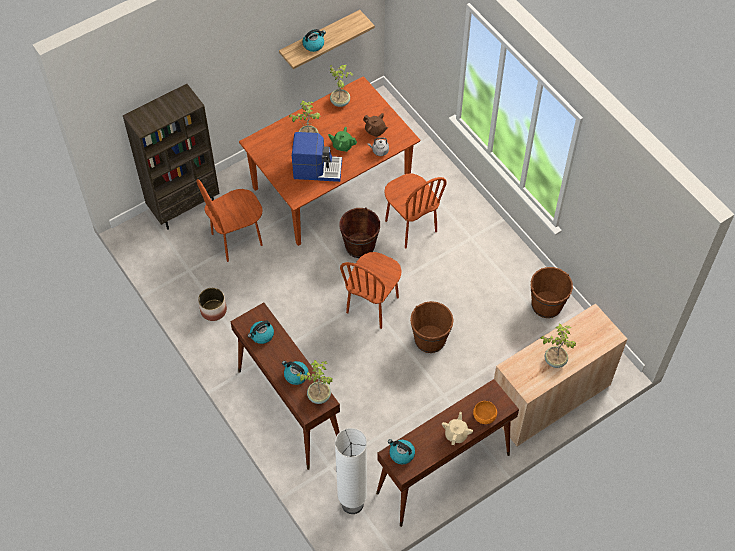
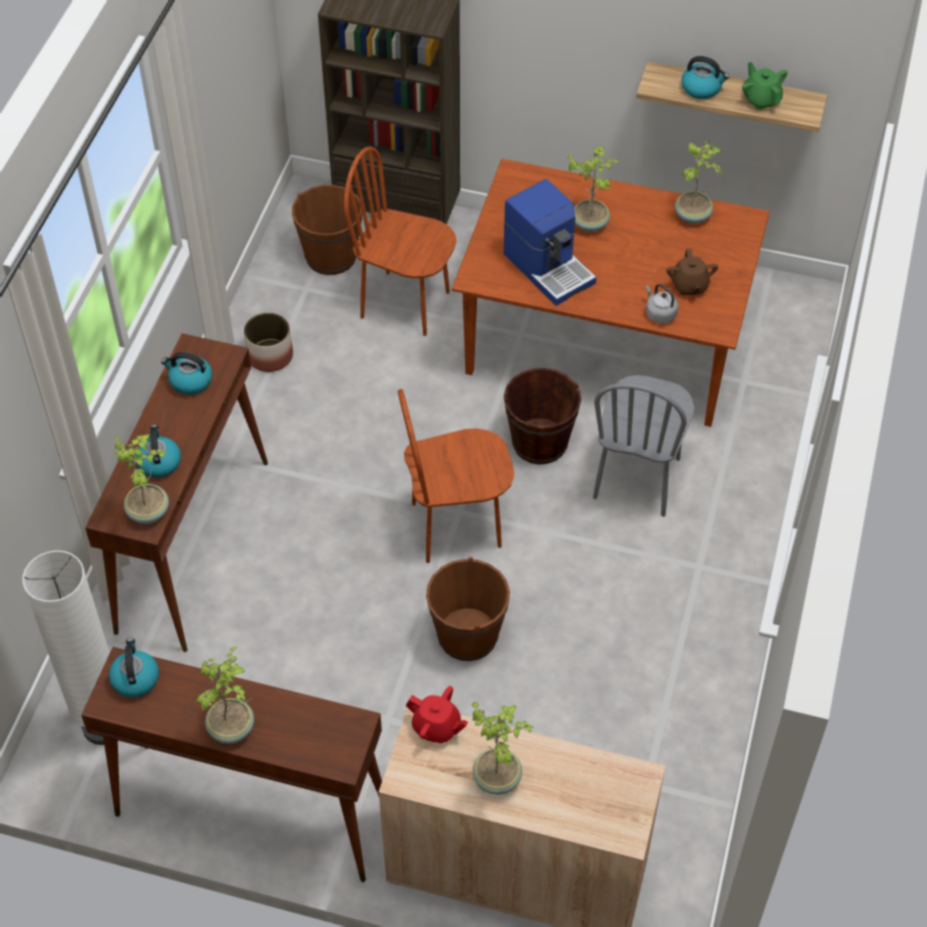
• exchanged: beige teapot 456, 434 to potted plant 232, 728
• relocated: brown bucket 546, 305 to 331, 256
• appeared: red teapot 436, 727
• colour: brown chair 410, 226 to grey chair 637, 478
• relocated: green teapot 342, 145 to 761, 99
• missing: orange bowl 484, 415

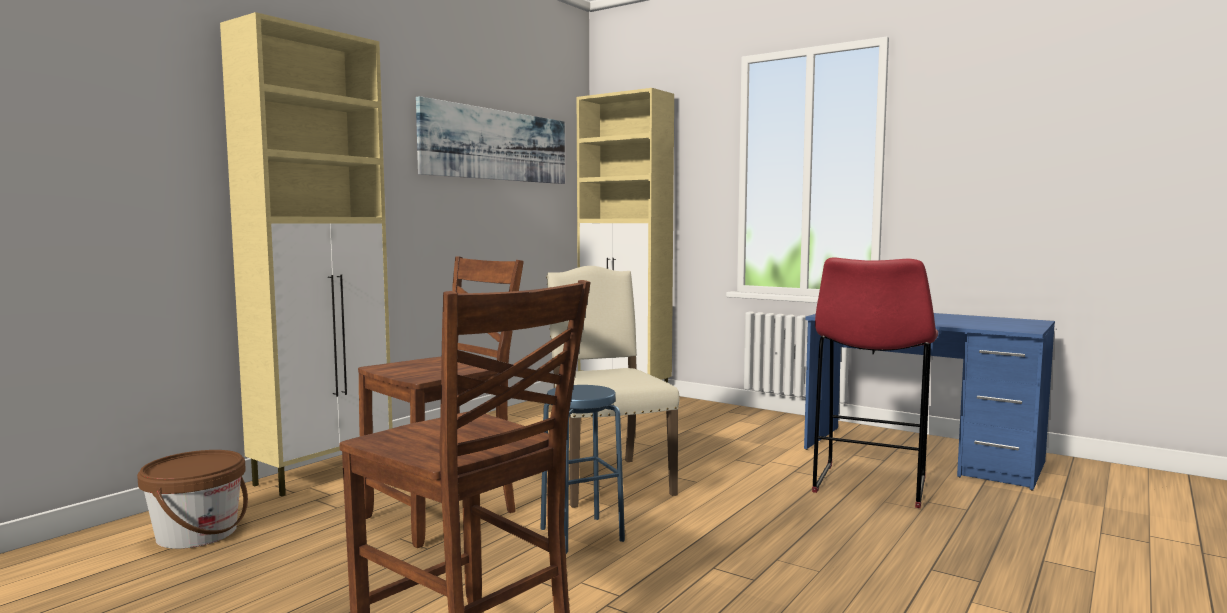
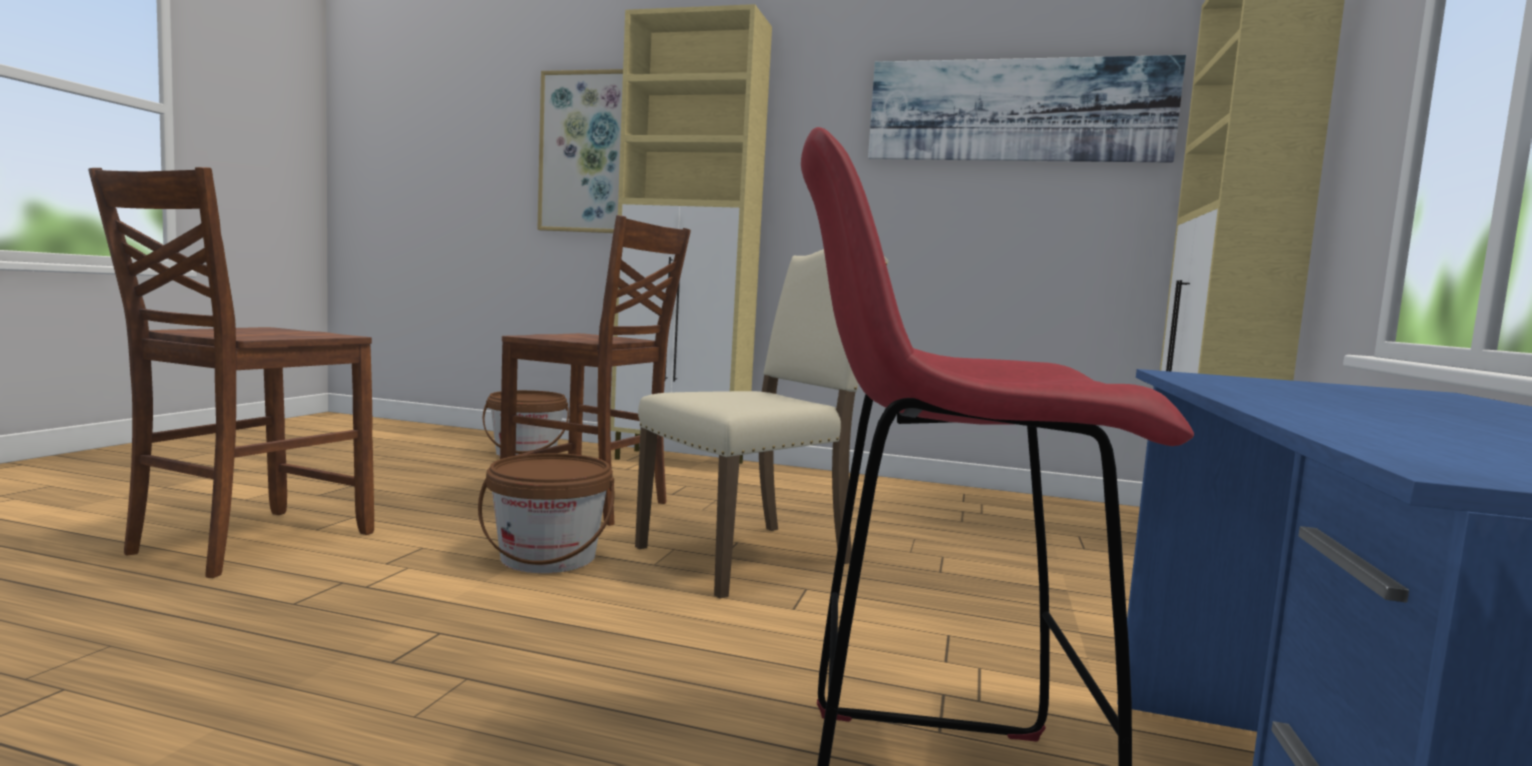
• exchanged: blue stool 581, 534 to brown bucket 548, 557
• appeared: picture 586, 152

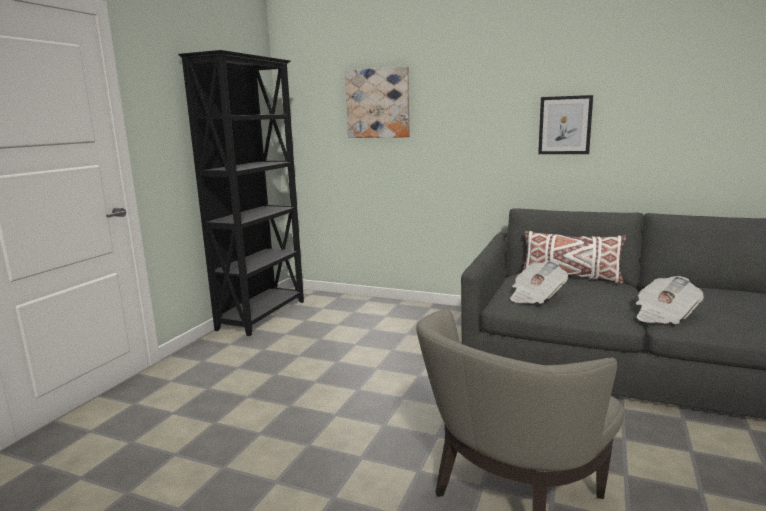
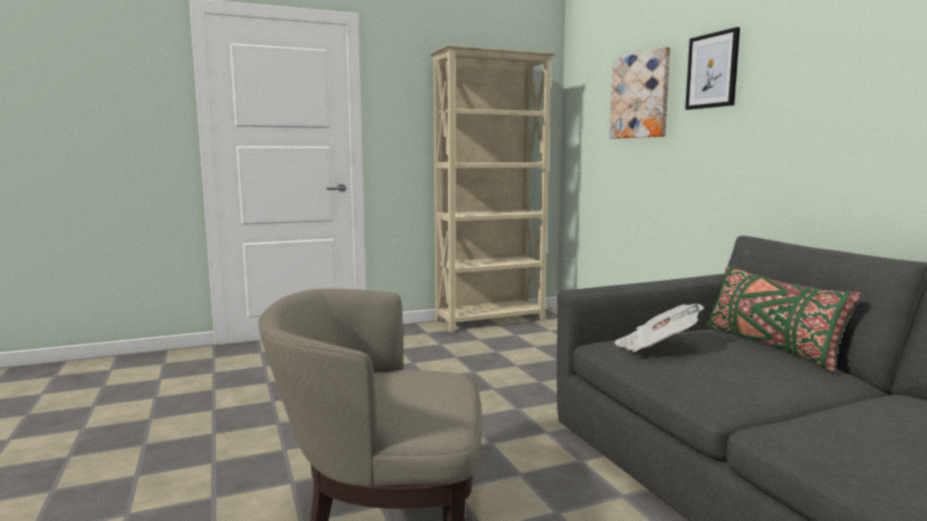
• colour: black bookcase 263, 315 to beige bookcase 491, 321
• relocated: picture 565, 125 to 712, 70
• colour: white pillow 570, 277 to green pillow 770, 346
• missing: newspaper 663, 316

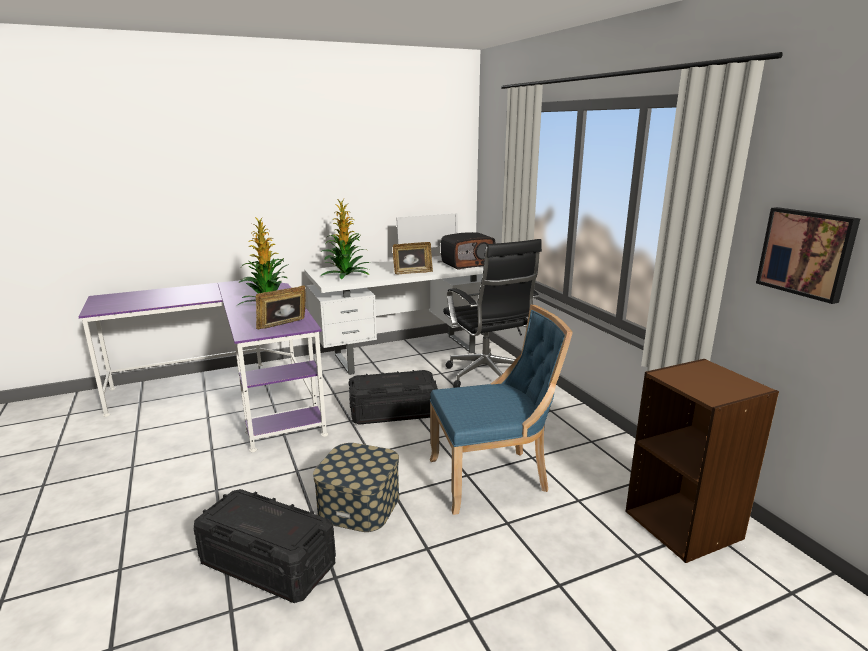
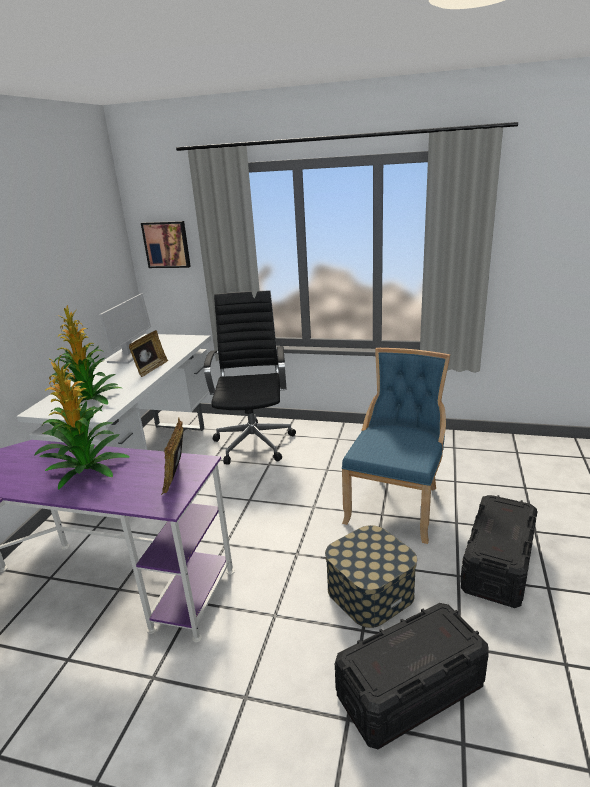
• relocated: picture 807, 253 to 167, 244
• spun: black office chair 487, 377 = 254, 441 105 degrees counterclockwise
• relocated: black storage box 393, 412 to 498, 564
• missing: radio 467, 264
• missing: brown bookcase 684, 524

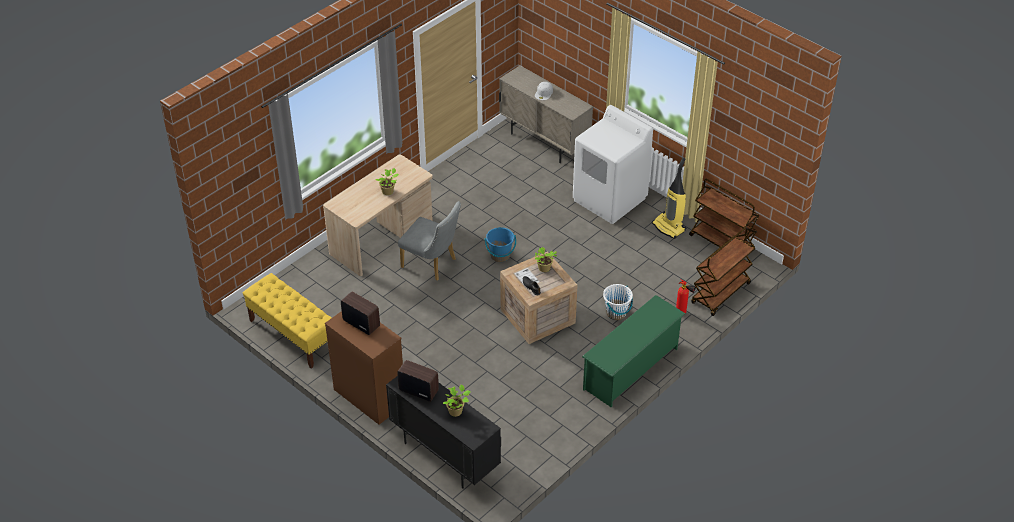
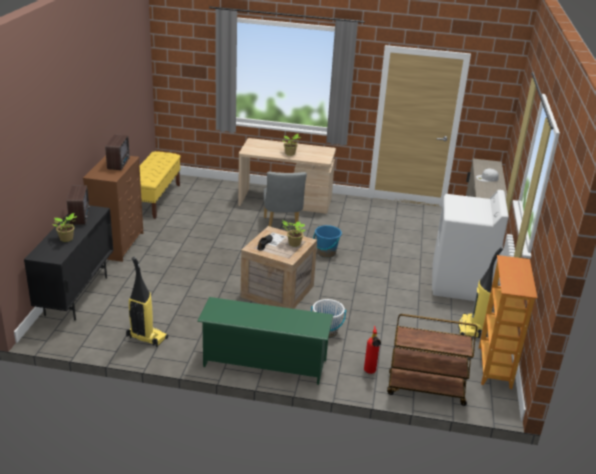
• appeared: vacuum cleaner 146, 338
• exchanged: brown cart 722, 243 to bookcase 495, 367

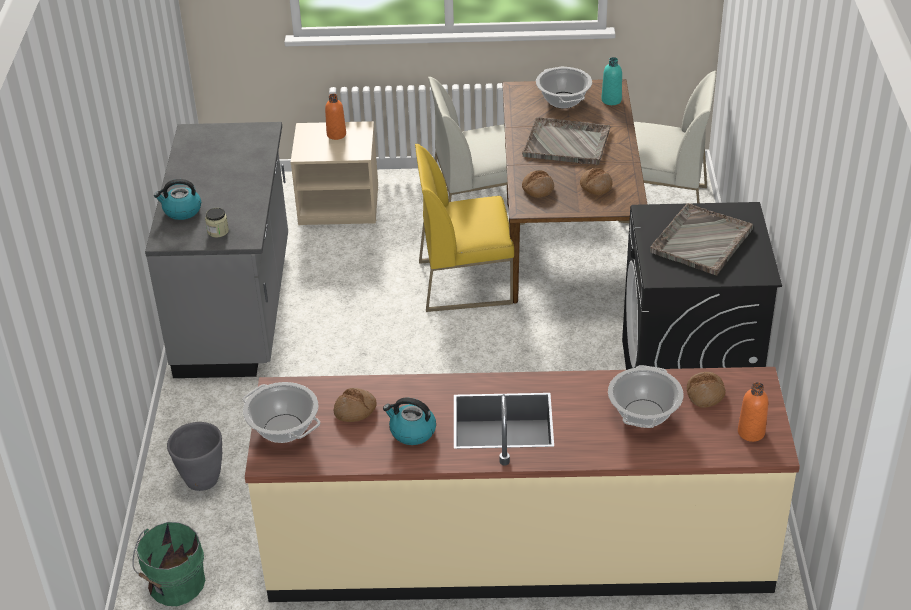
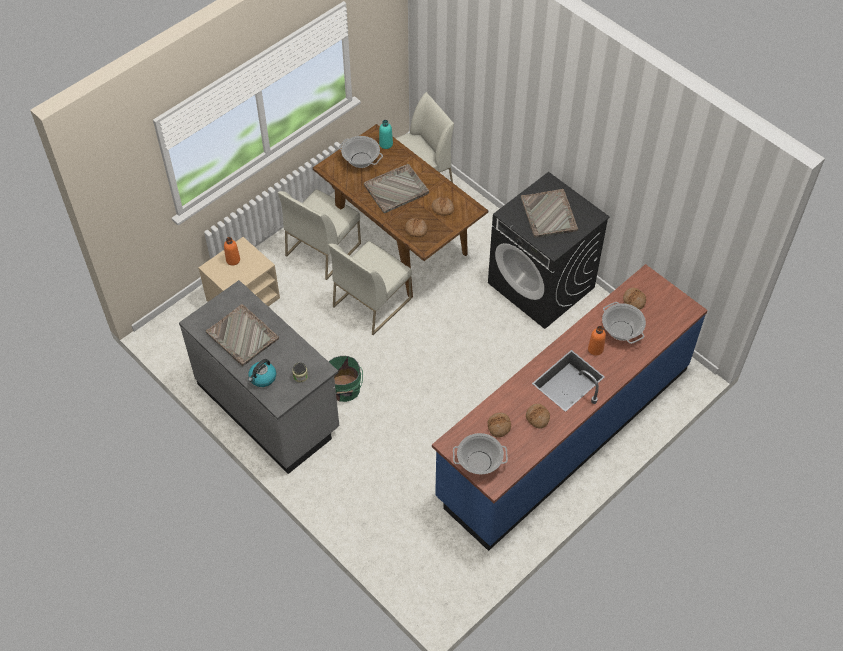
• appeared: grey tray 243, 336
• colour: yellow chair 465, 282 to white chair 372, 302
• relocated: green bucket 174, 585 to 344, 389
• colour: beige counter 518, 547 to blue counter 563, 432
• exchanged: kettle 412, 432 to bread 537, 417
• relocated: orange bottle 751, 432 to 595, 349
• missing: grey planter 201, 480

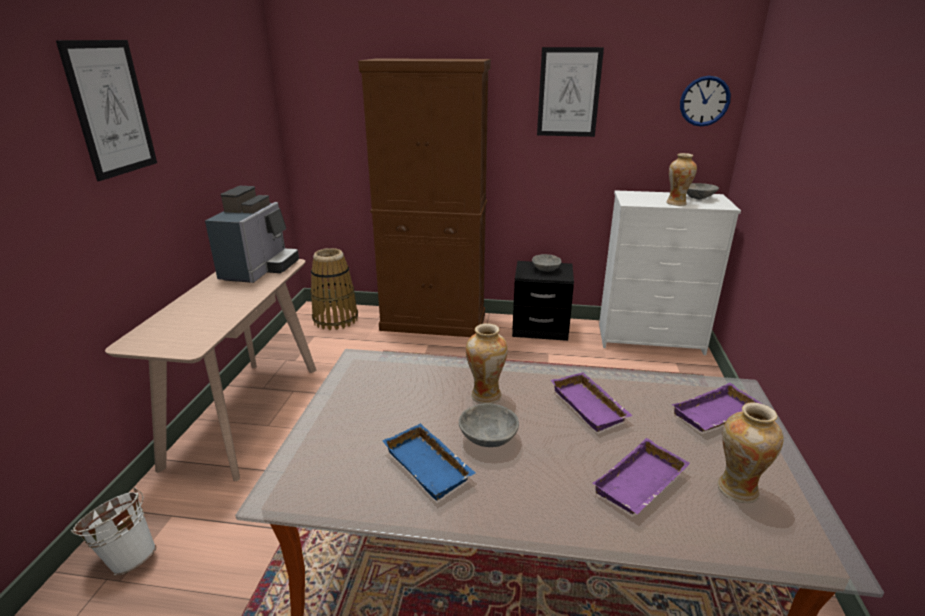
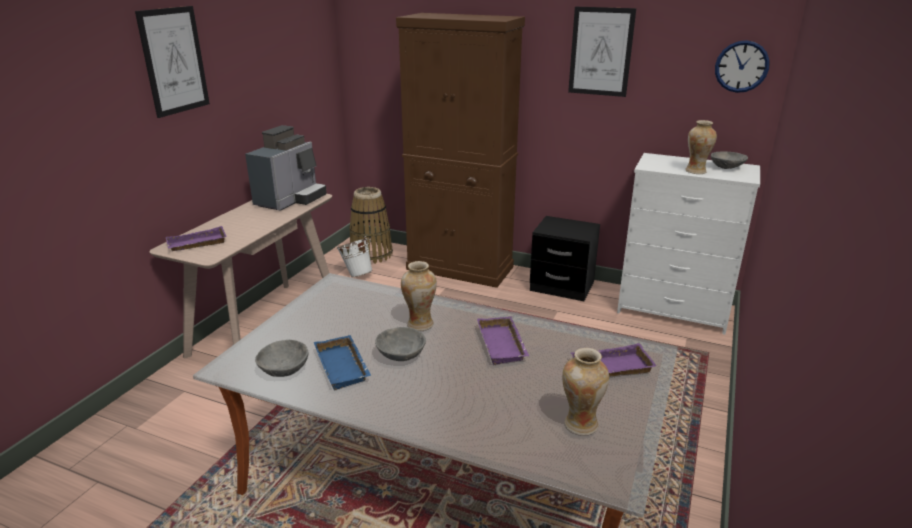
• relocated: purple tray 642, 485 to 196, 244
• relocated: grey bowl 545, 269 to 284, 369
• relocated: white bucket 127, 557 to 357, 274

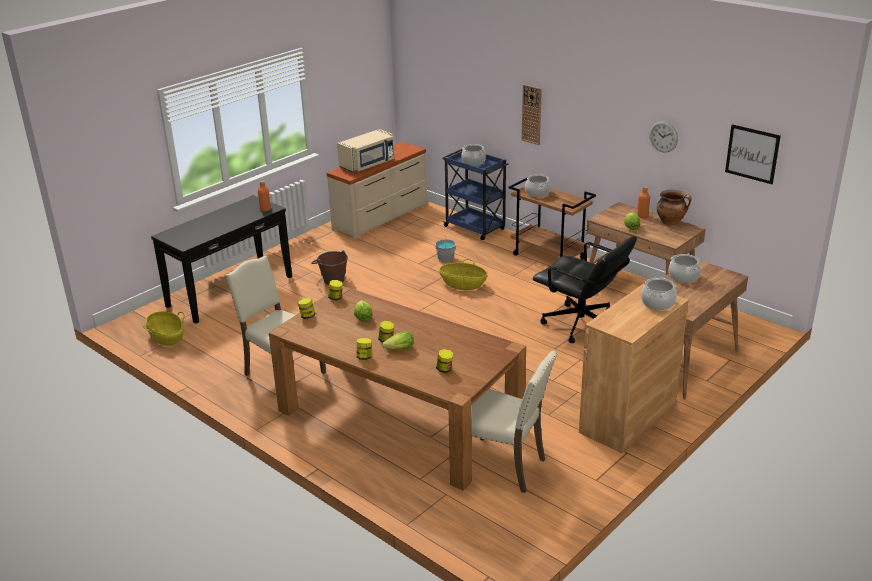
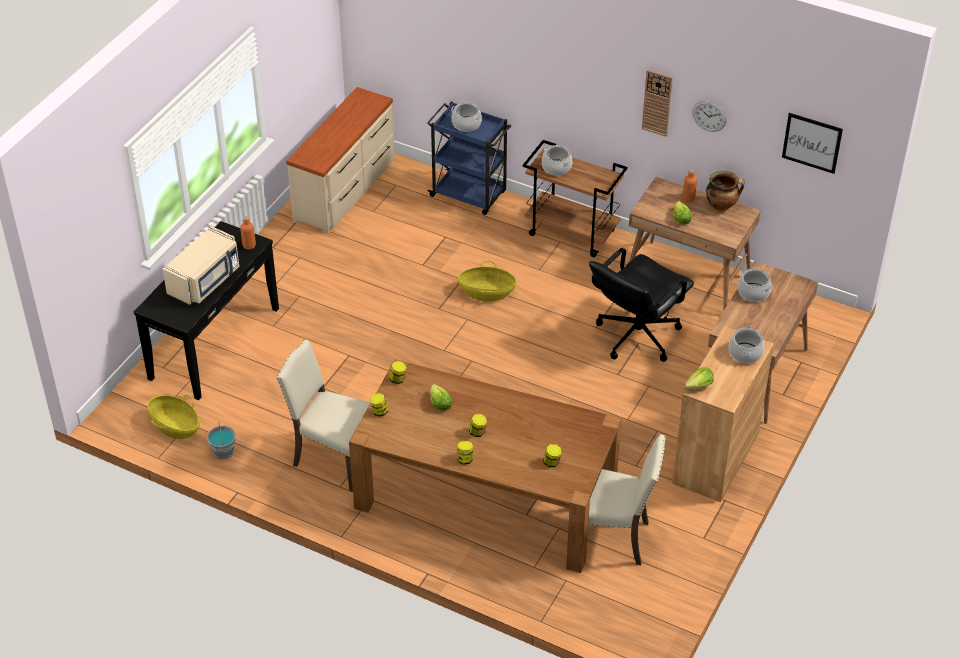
• relocated: beige microwave 368, 164 to 205, 281
• relocated: grey bucket 445, 259 to 223, 451
• spun: black office chair 581, 325 = 636, 335 105 degrees clockwise
• relocated: wall clock 531, 114 to 657, 102
• relocated: lettuce 400, 349 to 699, 386
• missing: brown bucket 331, 279

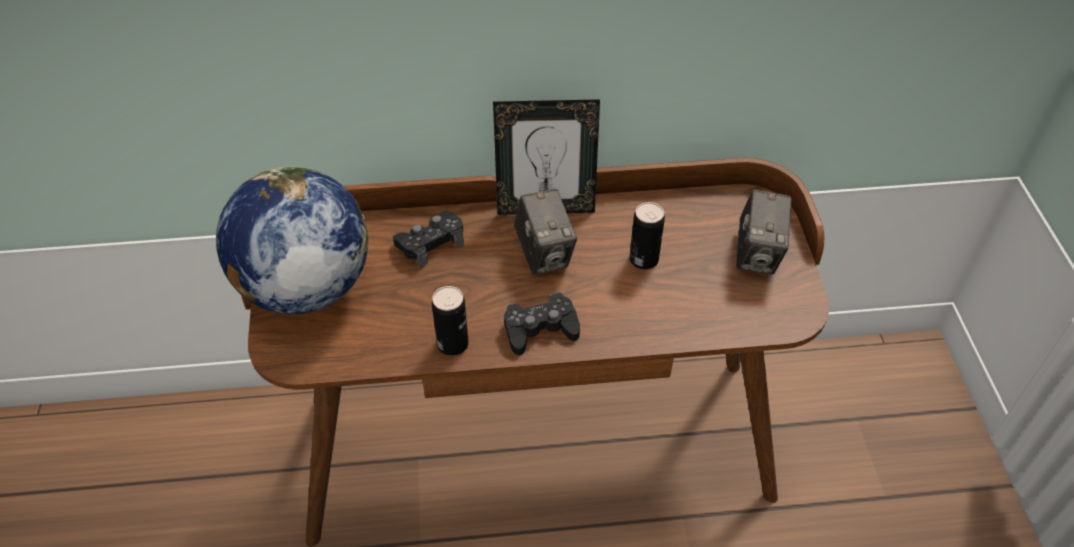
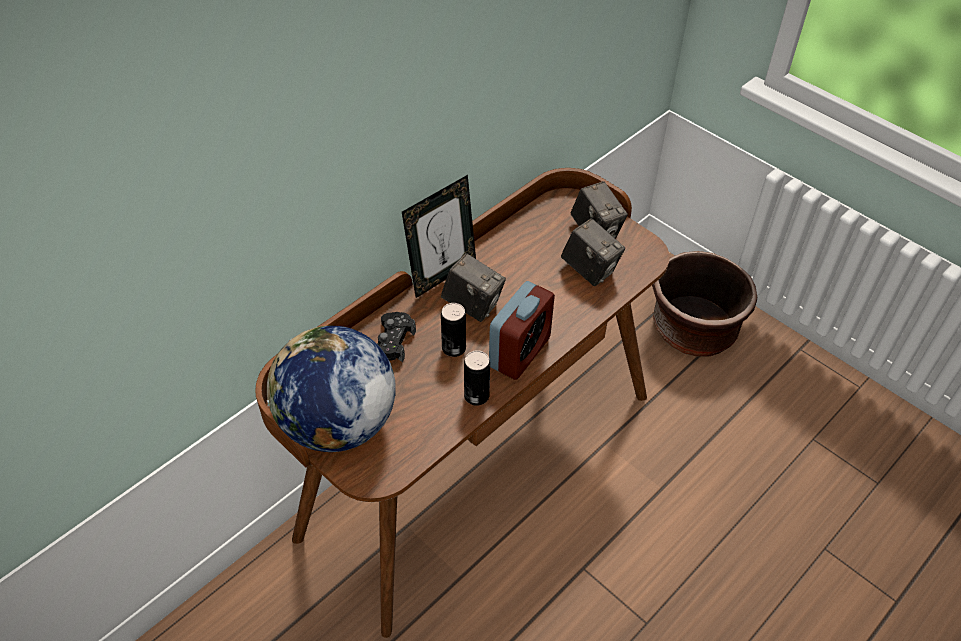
• relocated: can 643, 259 to 454, 348
• exchanged: black game controller 540, 329 to alarm clock 519, 352
• appeared: photo camera 590, 270
• appeared: brown planter 693, 330

